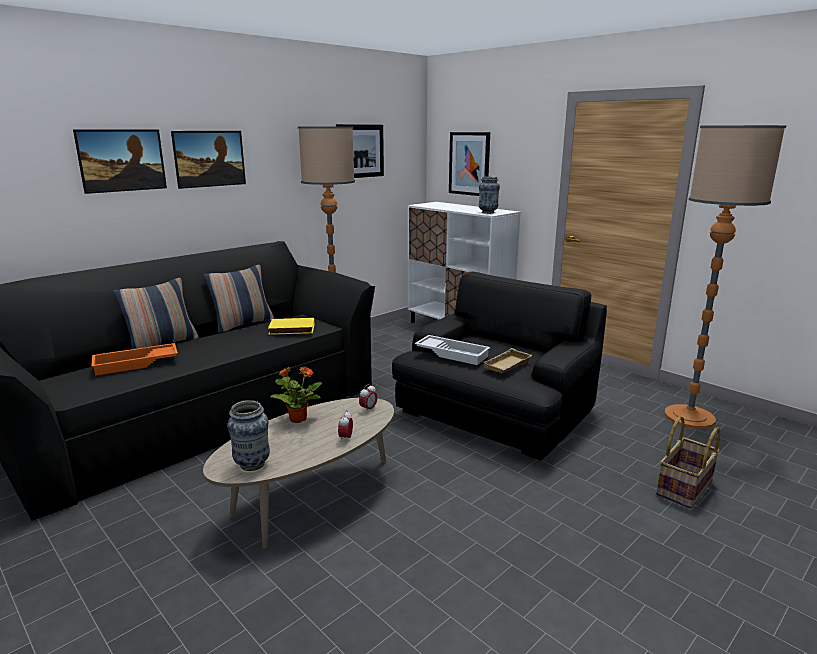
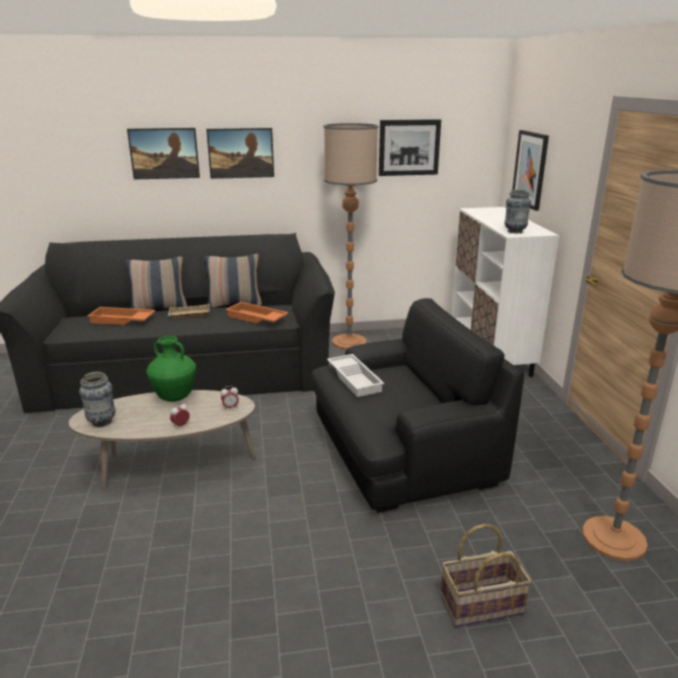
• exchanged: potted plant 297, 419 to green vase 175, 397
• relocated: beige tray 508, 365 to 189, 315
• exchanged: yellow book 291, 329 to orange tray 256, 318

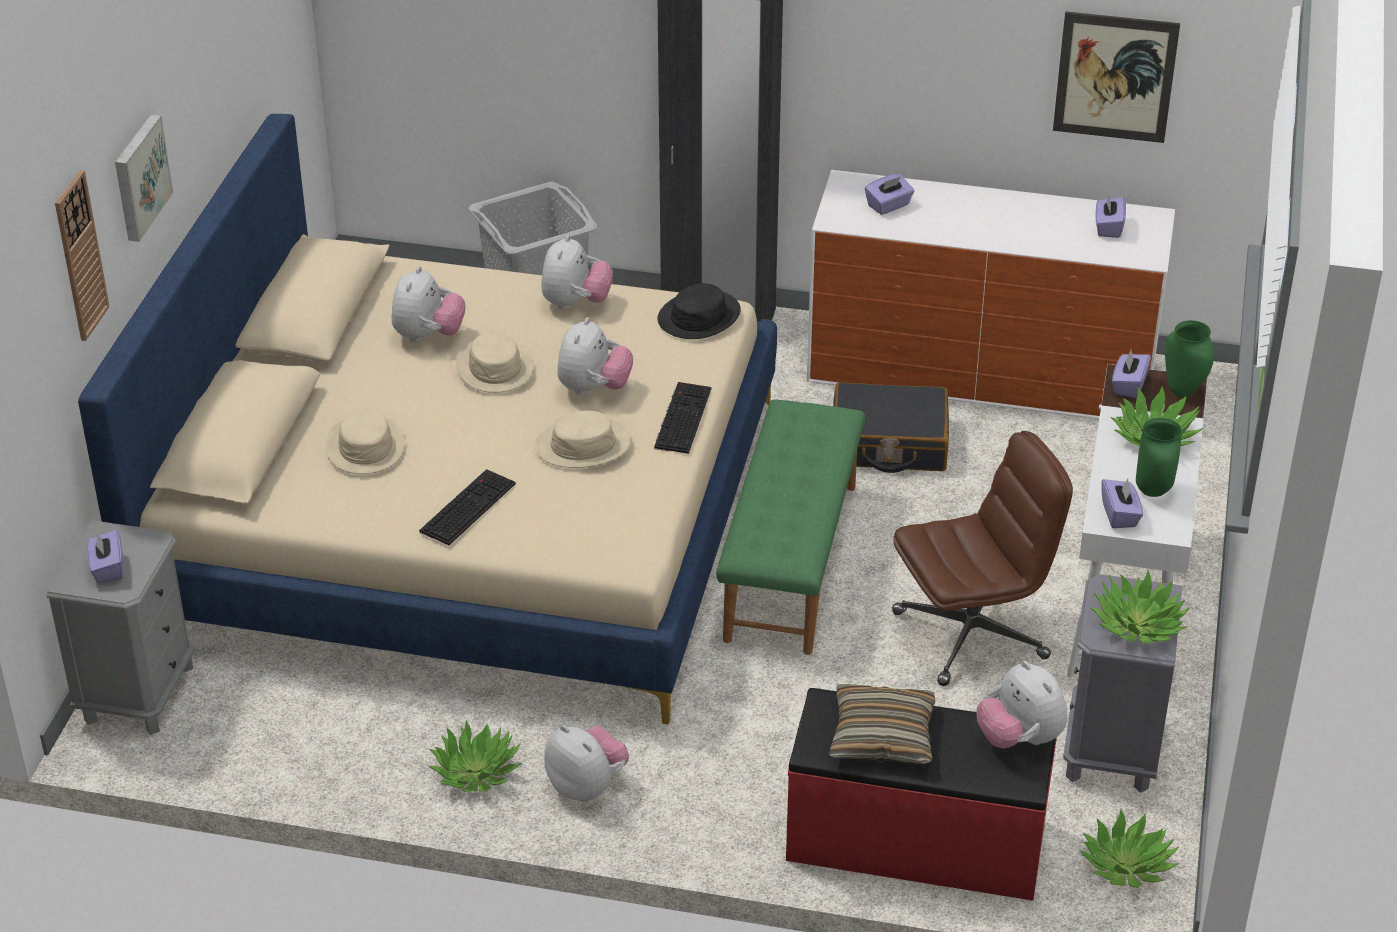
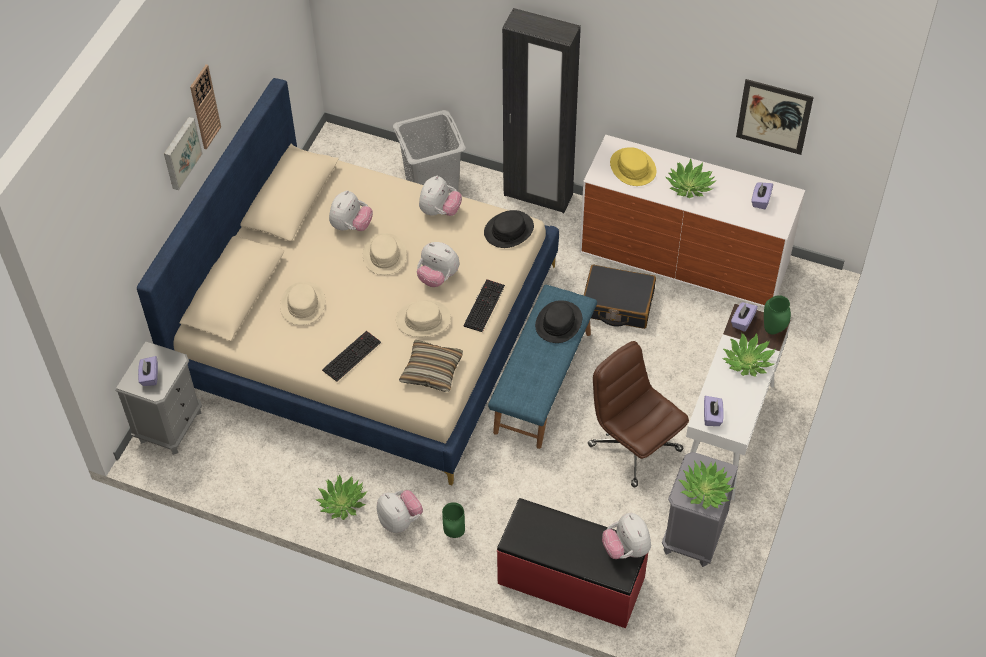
• relocated: wall clock 80, 256 to 204, 107
• relocated: pillow 882, 736 to 432, 371
• spun: plush toy 593, 388 = 438, 277 90 degrees clockwise
• relocated: green vase 1152, 491 to 453, 533
• colour: green bench 789, 560 to blue bench 542, 381
• appeared: black hat 559, 323
• spun: brown office chair 972, 634 = 634, 446 120 degrees counterclockwise
• exchanged: purple tissue box 888, 206 to yellow hat 633, 167
• relocated: potted plant 1126, 864 to 689, 186

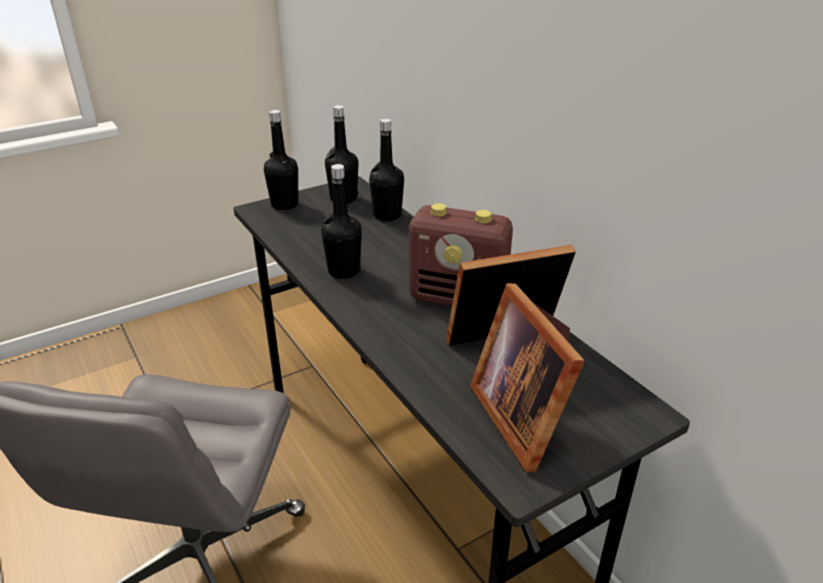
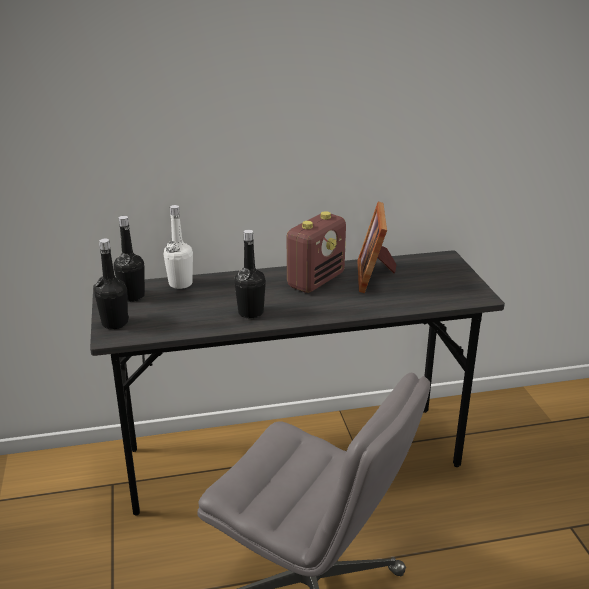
• colour: black bottle 387, 215 to white bottle 180, 284
• missing: picture frame 522, 416

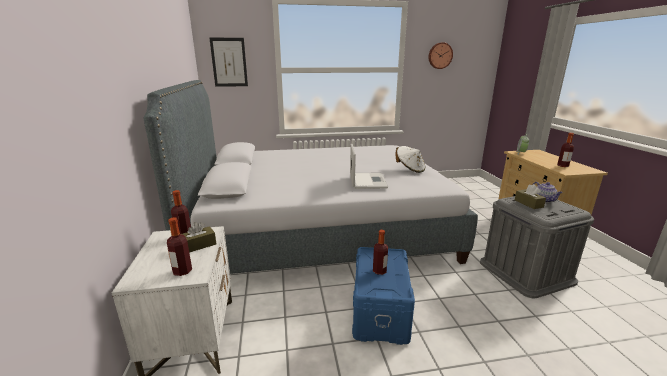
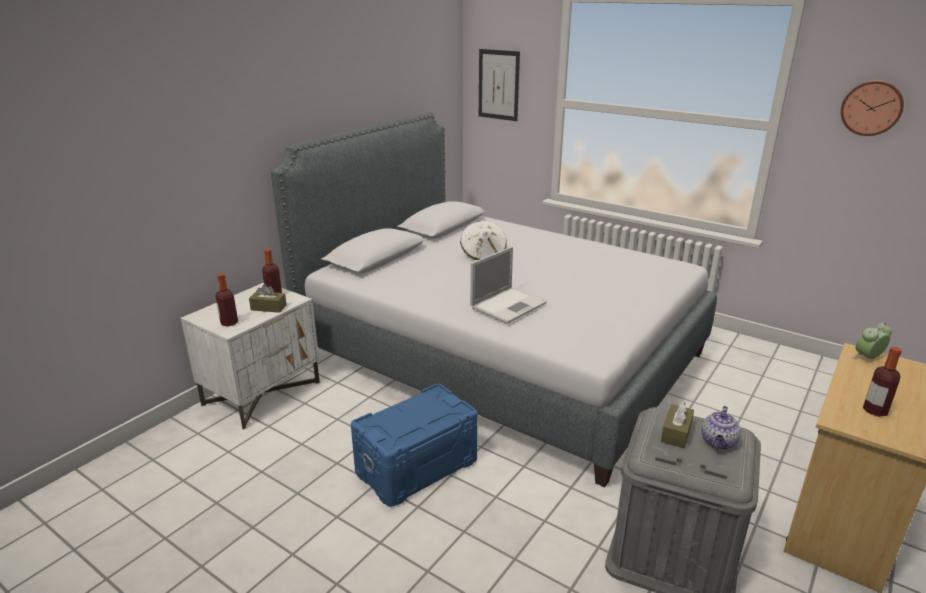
• relocated: white hat 410, 169 to 483, 254
• missing: bottle 379, 271

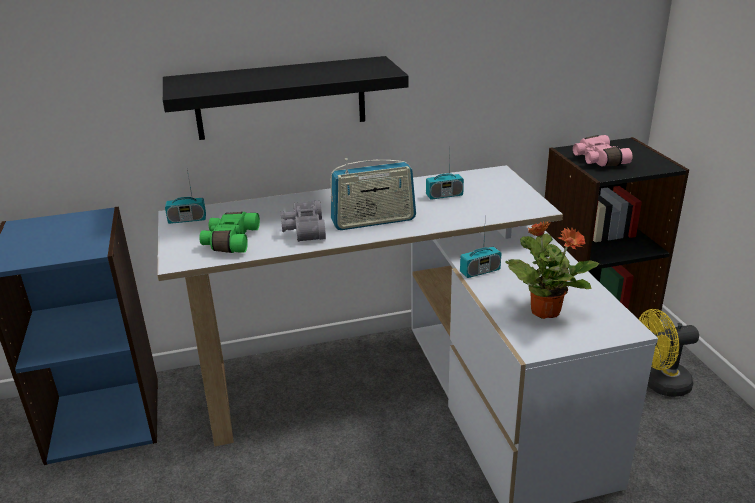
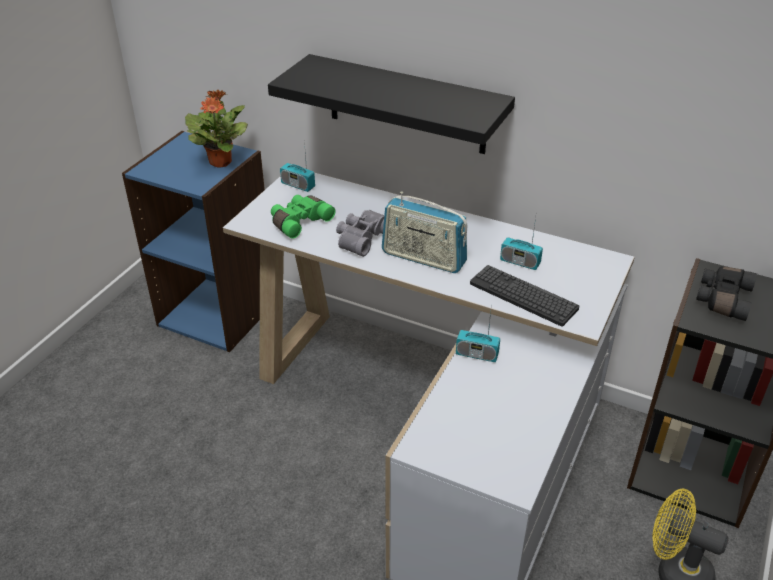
• relocated: potted plant 544, 310 to 221, 161
• appeared: keyboard 523, 296
• colour: pink binoculars 597, 160 to black binoculars 722, 299

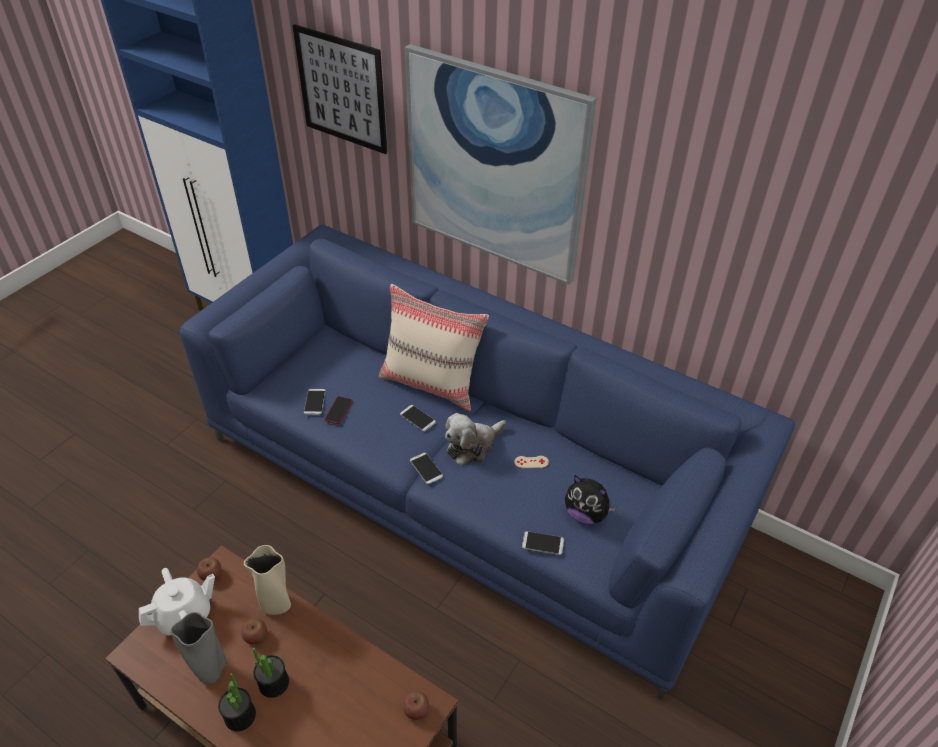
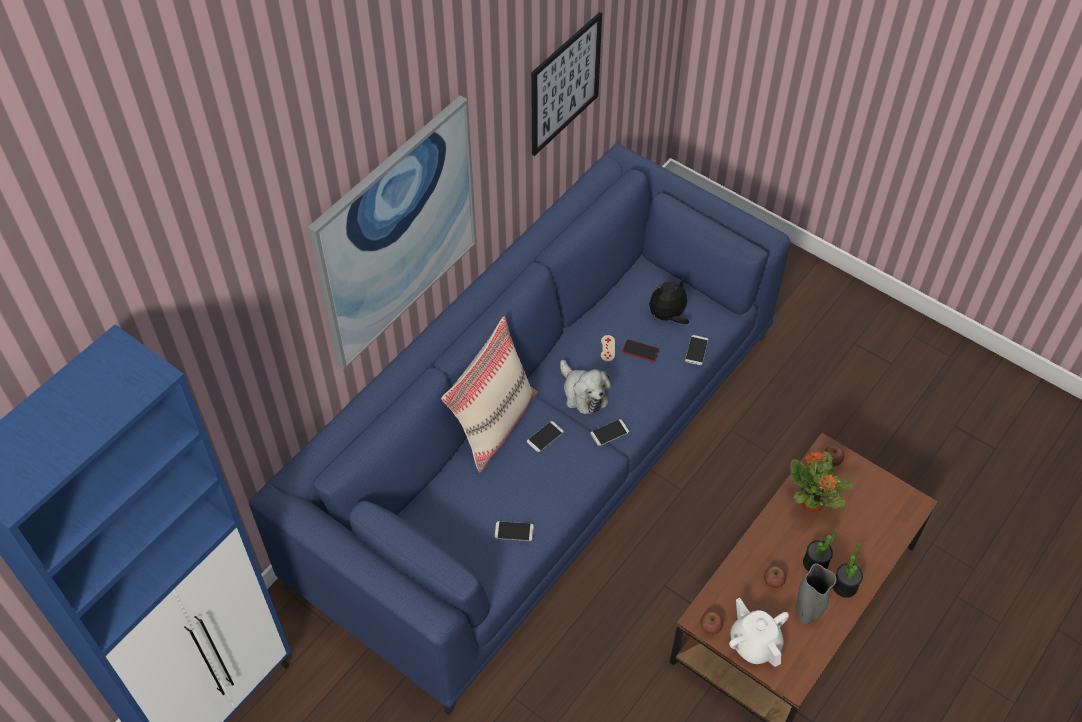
• relocated: picture 341, 90 to 565, 84
• relocated: phone 338, 410 to 640, 351
• spun: plush toy 586, 514 = 667, 316 150 degrees counterclockwise
• appeared: potted plant 812, 504
• missing: beige vase 277, 605

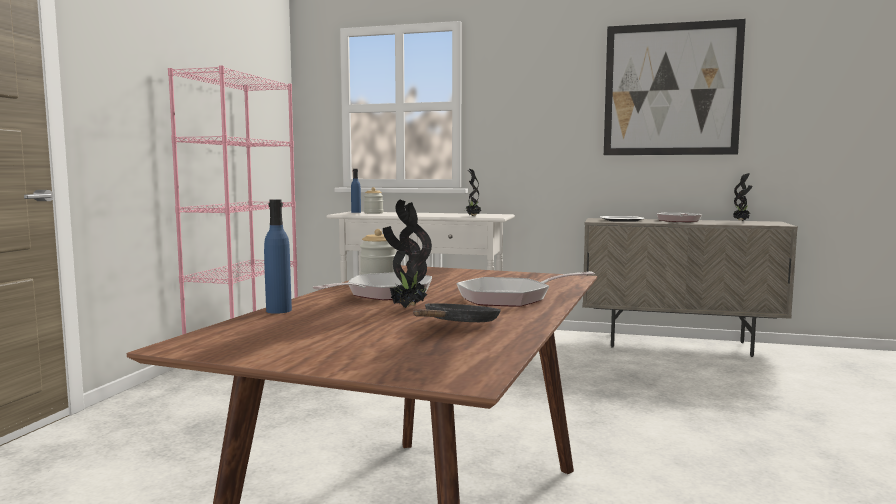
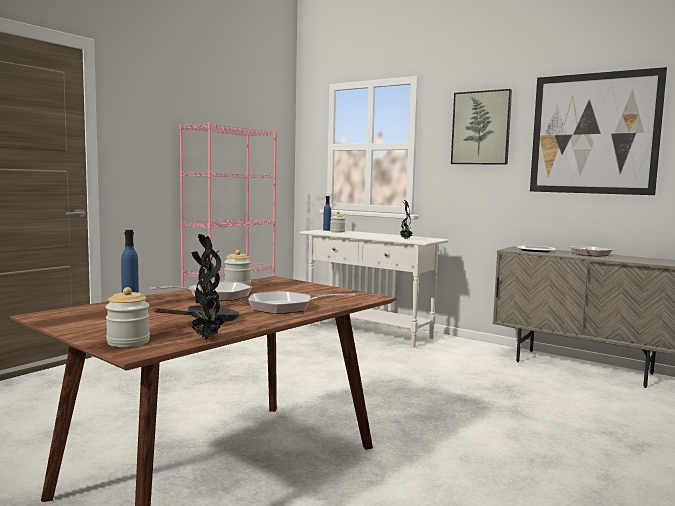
• appeared: jar 128, 342
• relocated: potted plant 741, 221 to 207, 338
• appeared: picture 481, 128

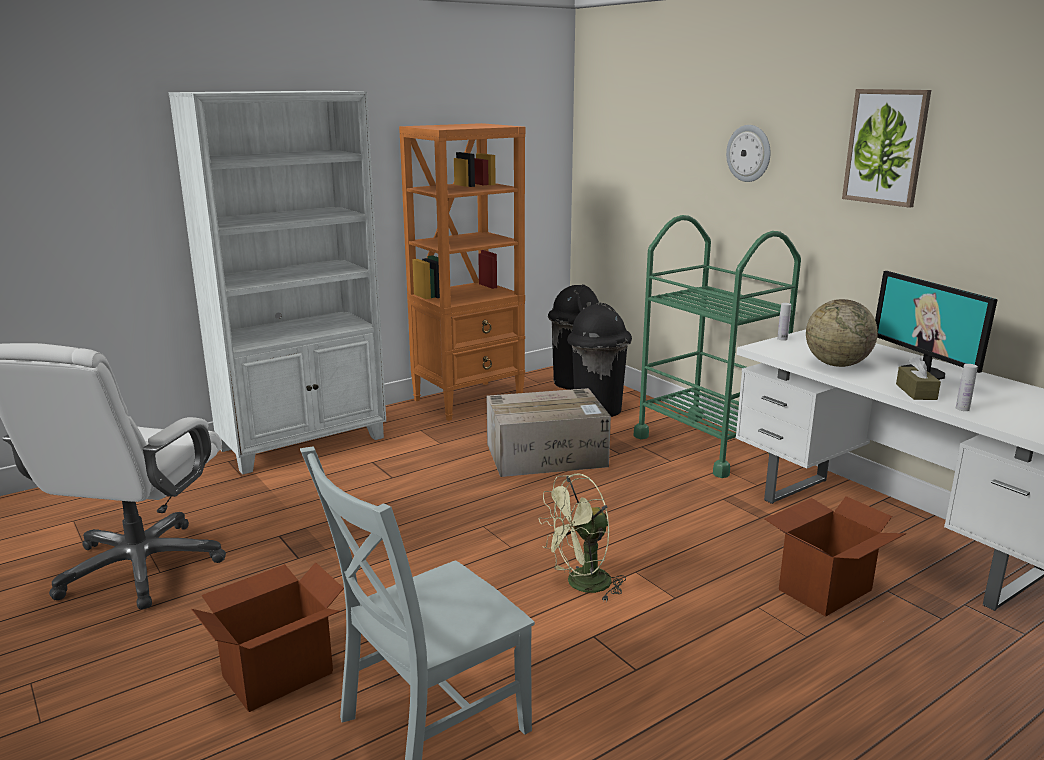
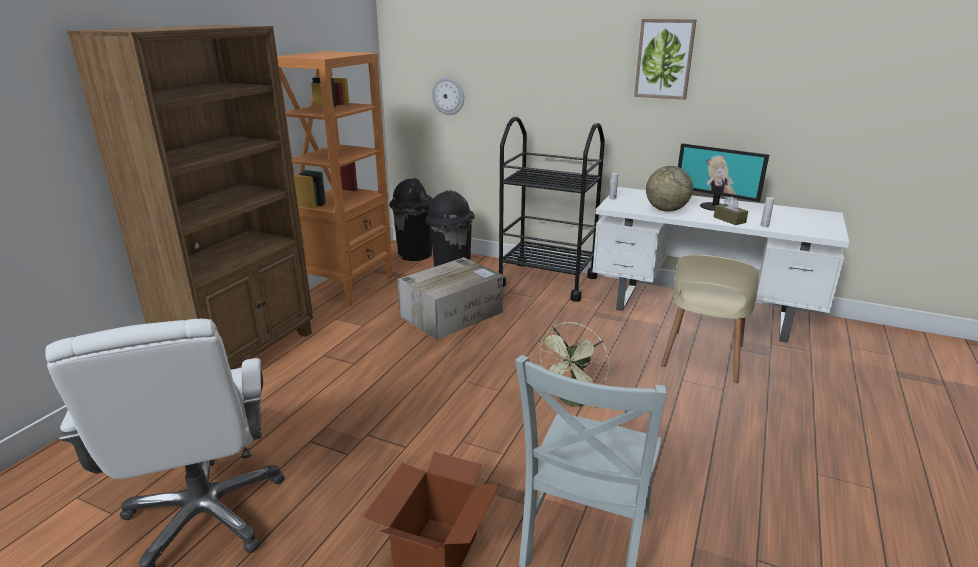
• colour: white bookcase 304, 443 to brown bookcase 245, 355
• relocated: wall clock 749, 153 to 448, 96
• colour: green cart 707, 445 to black cart 547, 281
• exchanged: cardboard box 823, 589 to beige chair 702, 357

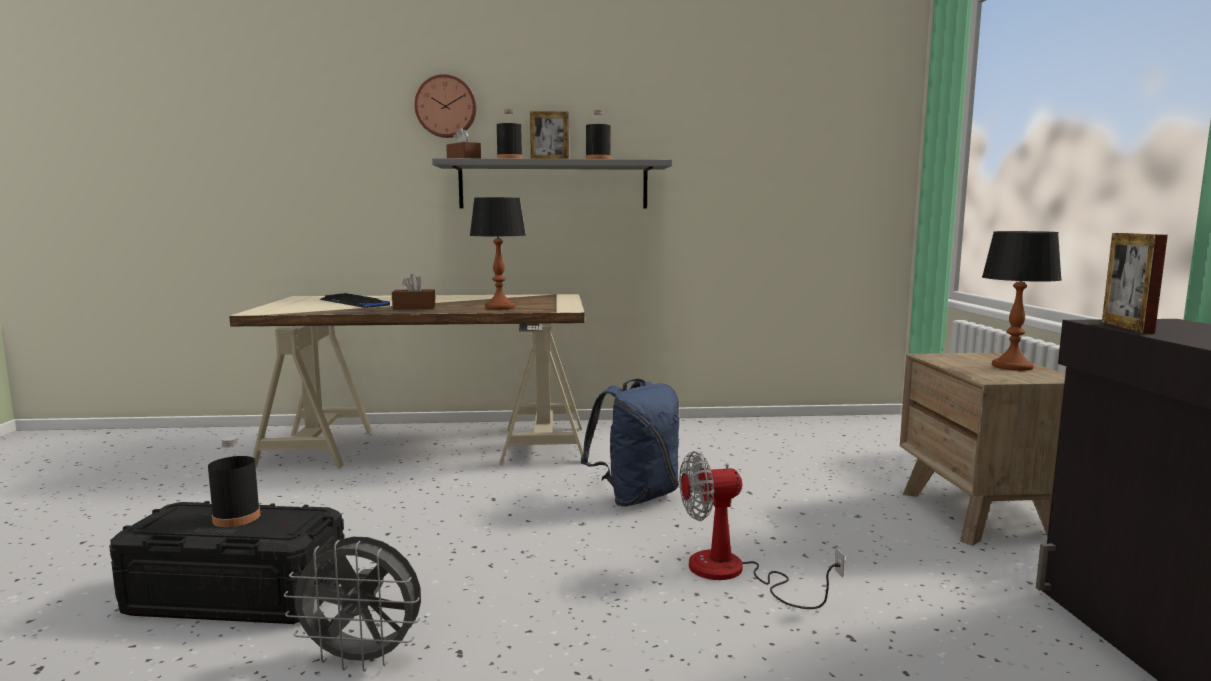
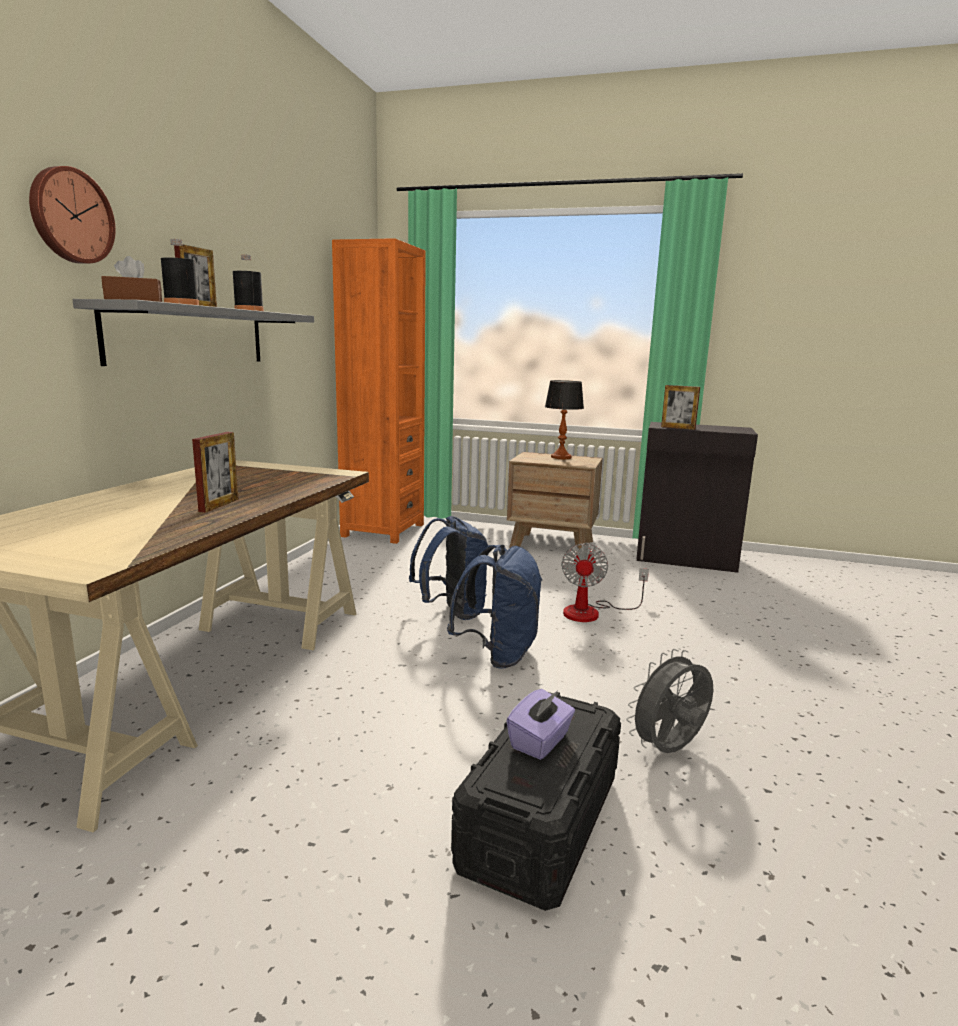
• exchanged: brown tissue box 414, 307 to picture frame 219, 505
• appeared: orange bookcase 383, 530
• appeared: blue backpack 498, 655
• exchanged: black bottle 236, 518 to purple tissue box 540, 741
• spun: grey fan 363, 659 = 669, 750 150 degrees counterclockwise
• missing: keyboard 354, 303
• missing: table lamp 499, 307

